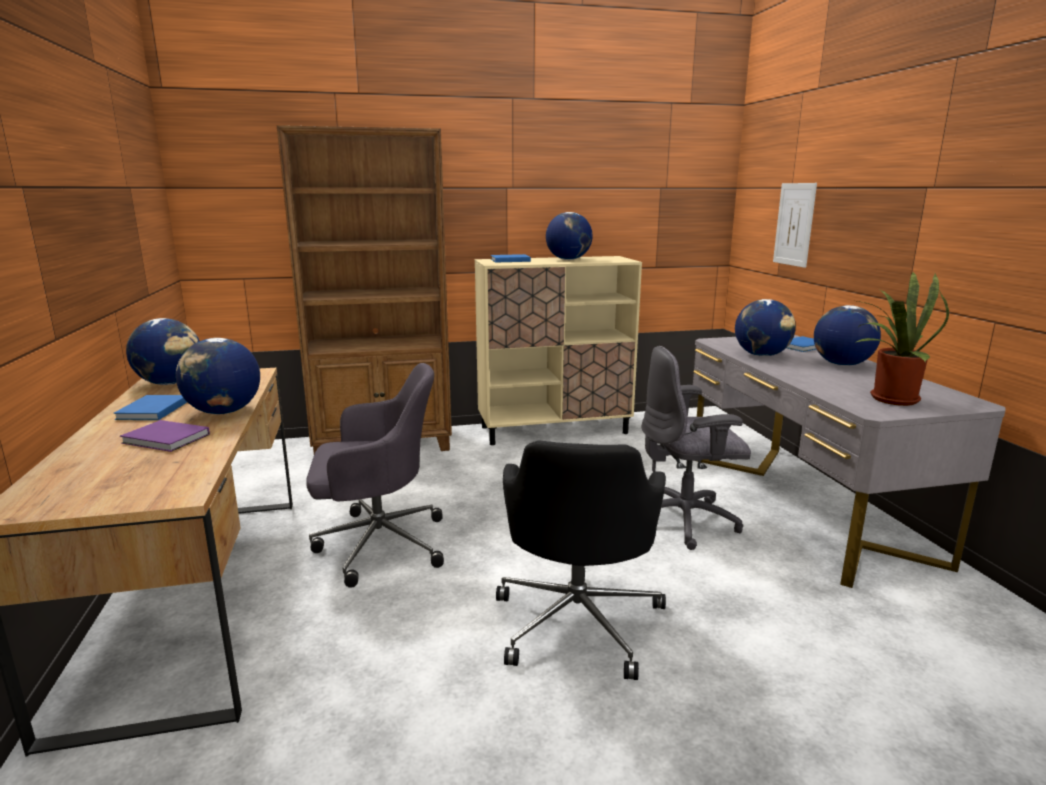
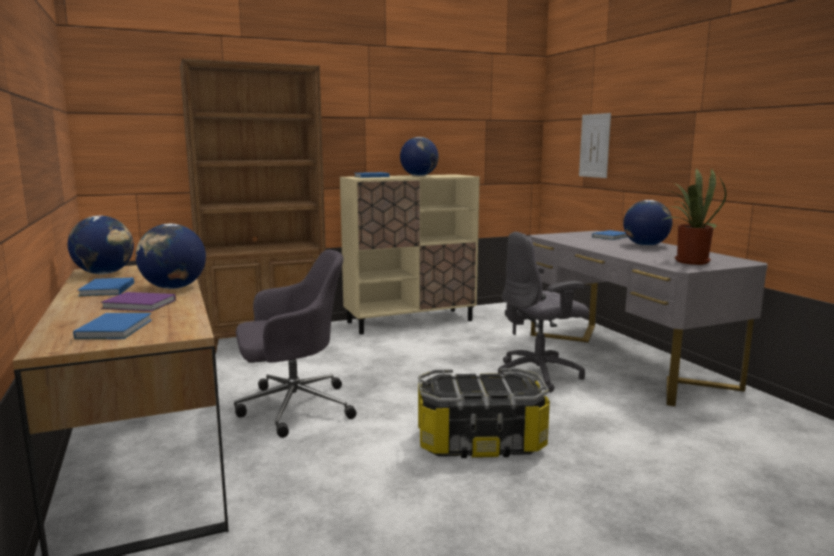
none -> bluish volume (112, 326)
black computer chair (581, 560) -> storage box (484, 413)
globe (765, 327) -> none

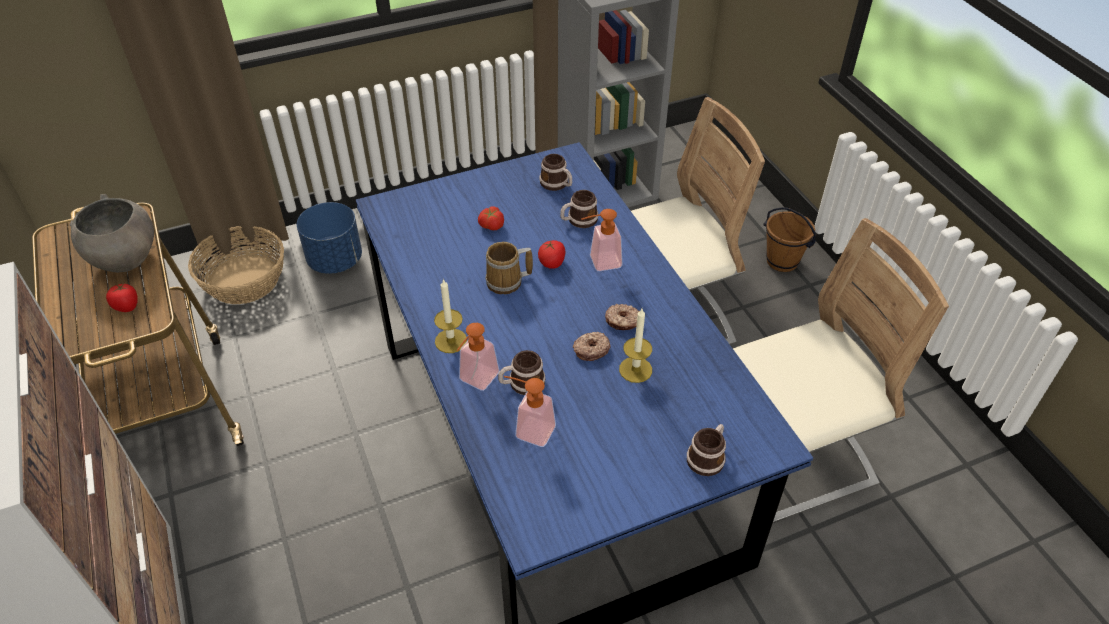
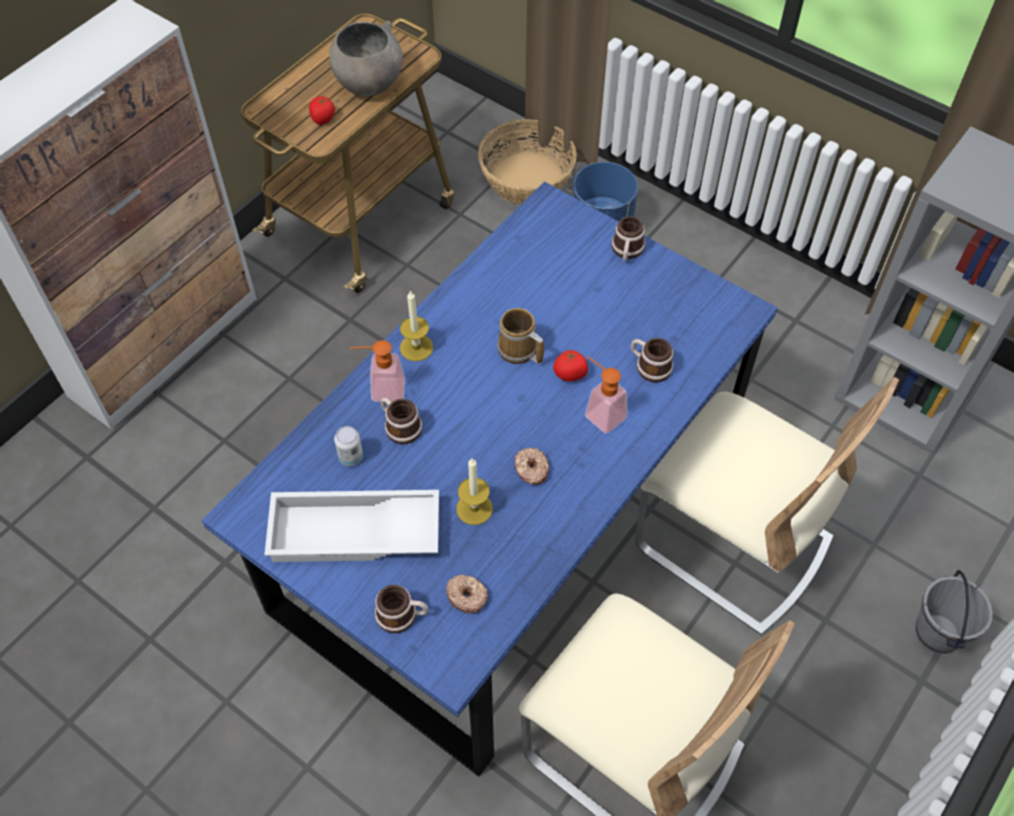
none -> white serving tray (351, 526)
soap dispenser (530, 411) -> can (348, 446)
doughnut (591, 346) -> doughnut (467, 594), relocated
tea mug (555, 172) -> tea mug (628, 238), relocated
brownish water bucket (789, 239) -> greyish water bucket (954, 612)
fresh tomato (491, 218) -> none

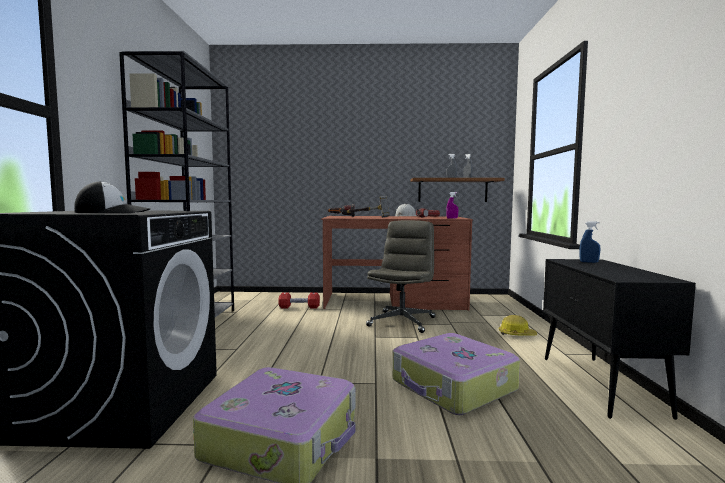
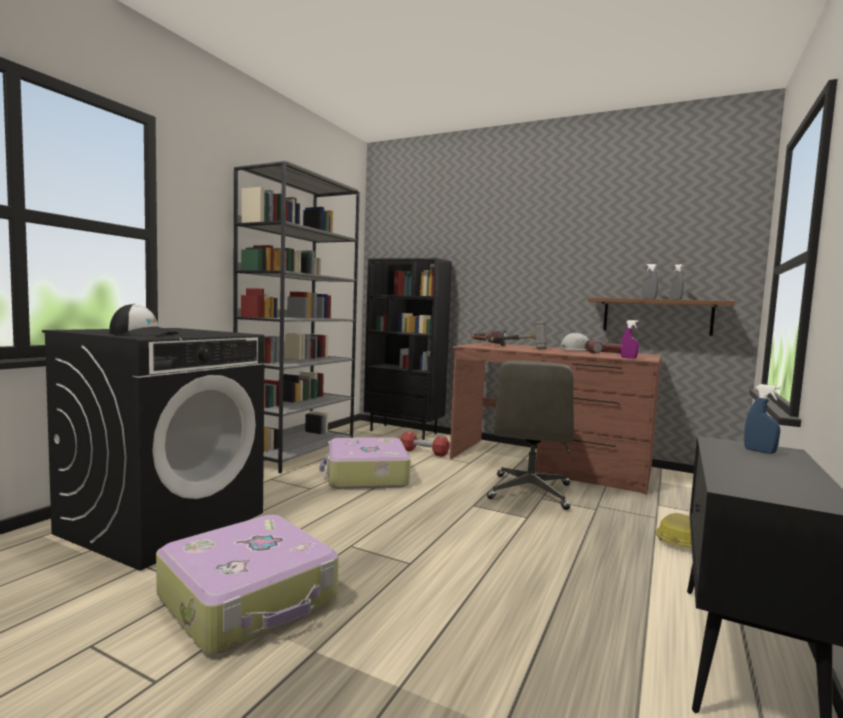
travel case (456, 374) -> travel case (365, 463), relocated
none -> black bookshelf (408, 349)
greyish computer chair (401, 276) -> greyish computer chair (530, 435), 150 degrees clockwise

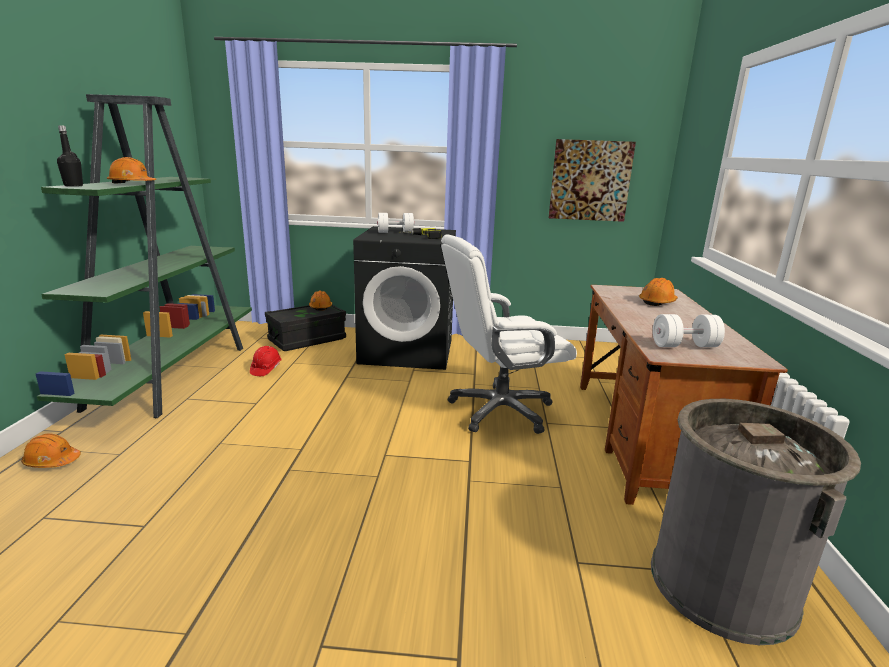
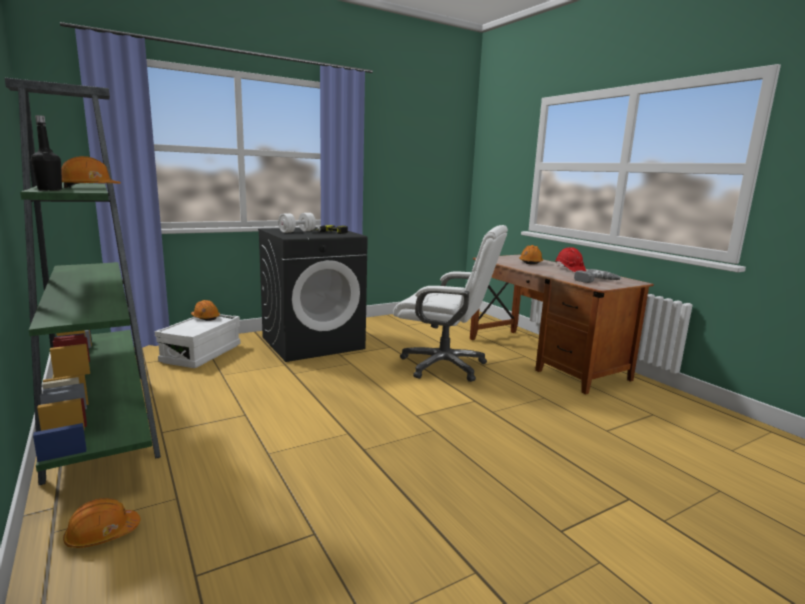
black storage box (305, 328) -> white storage box (197, 341)
white computer chair (509, 334) -> white computer chair (450, 303), 105 degrees counterclockwise
reddish work helmet (266, 361) -> reddish work helmet (570, 259), relocated
white hand weight (689, 330) -> drill (597, 276)
wall art (592, 180) -> none
greyish rubbish bin (756, 522) -> none

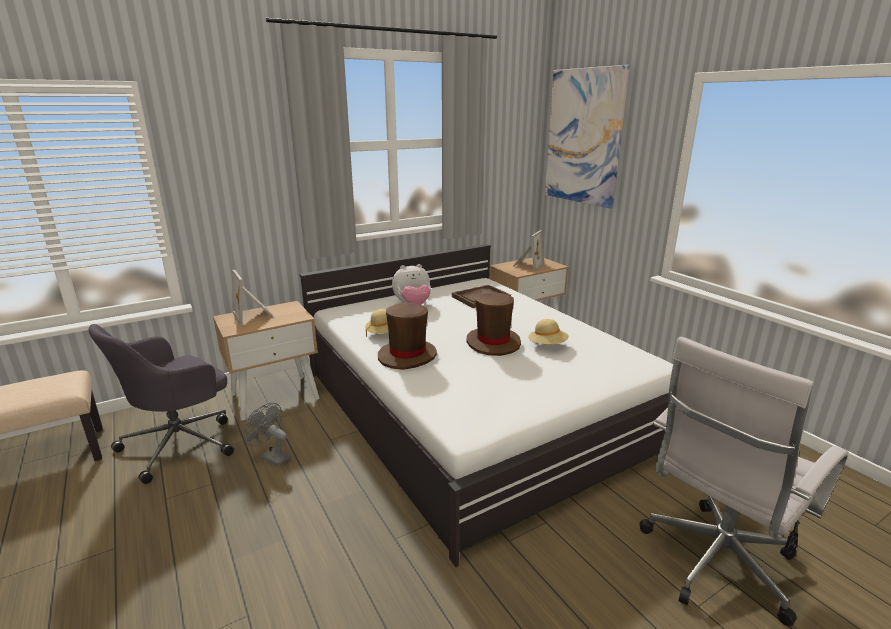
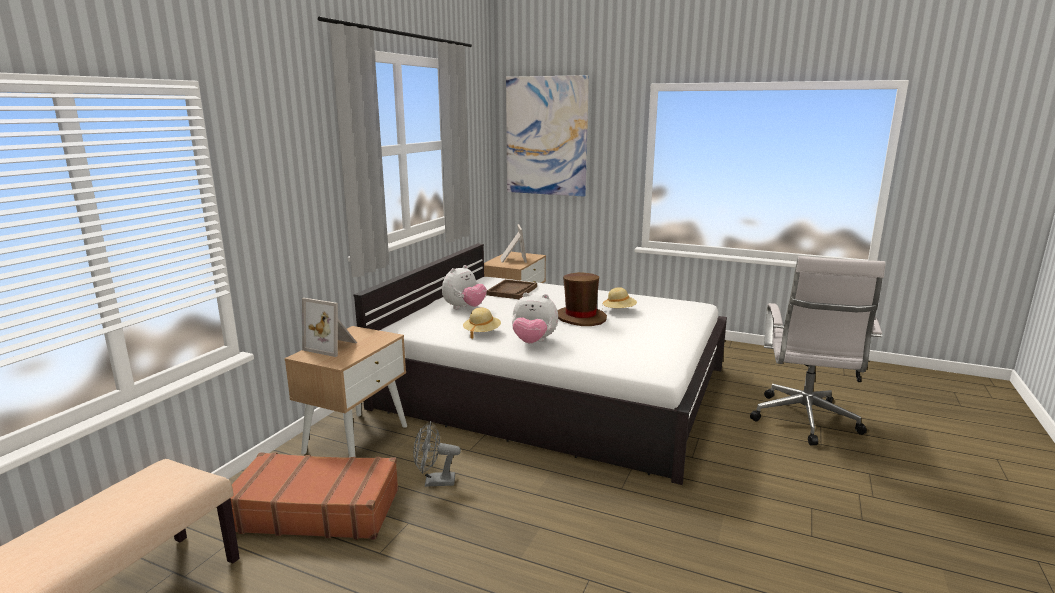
greyish computer chair (161, 404) -> brownish travel case (315, 496)
brownish clothing hat (407, 336) -> soft toy (535, 318)

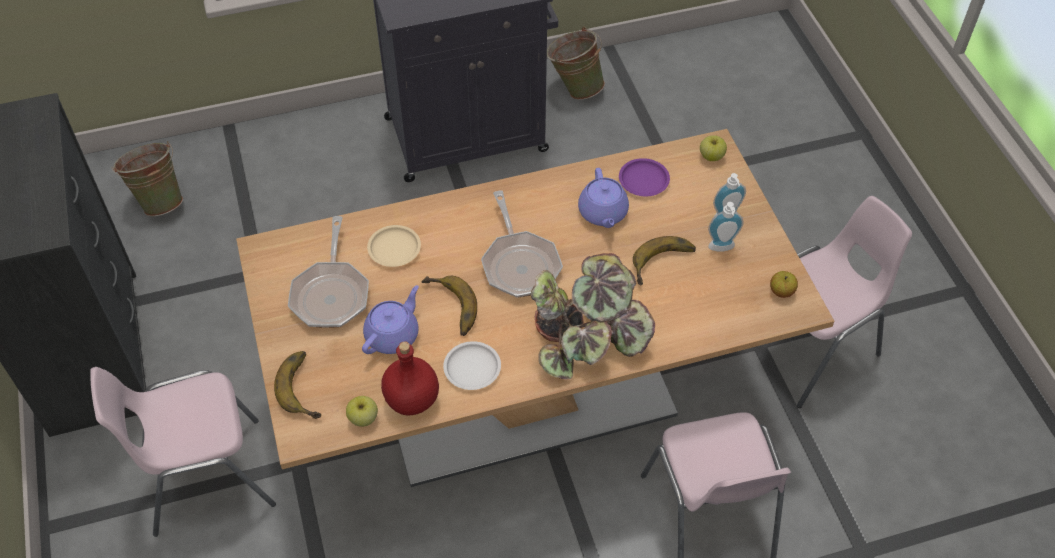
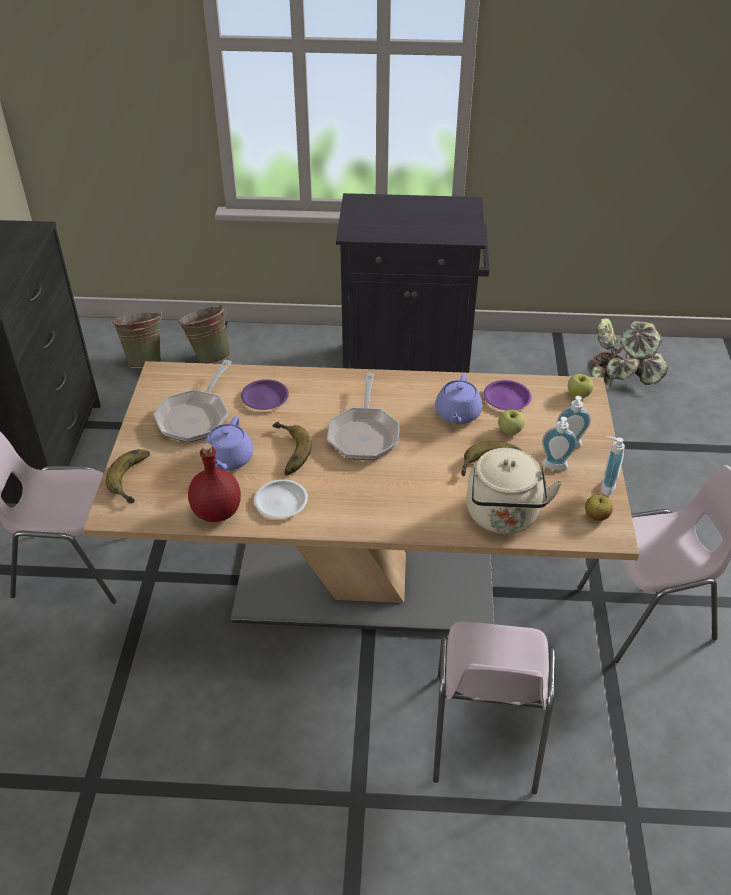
green water bucket (576, 63) -> green water bucket (204, 333), relocated
purple-coloured tea pot (390, 319) -> purple-coloured tea pot (228, 443), 135 degrees clockwise
sand-coloured flat dish (394, 246) -> purple-coloured flat dish (265, 394)
none -> sand-coloured kettle (514, 491)
apple fruit (362, 411) -> apple fruit (511, 422), relocated
plant in a pot (593, 316) -> plant in a pot (629, 353), relocated
none -> soap dispenser (613, 466)

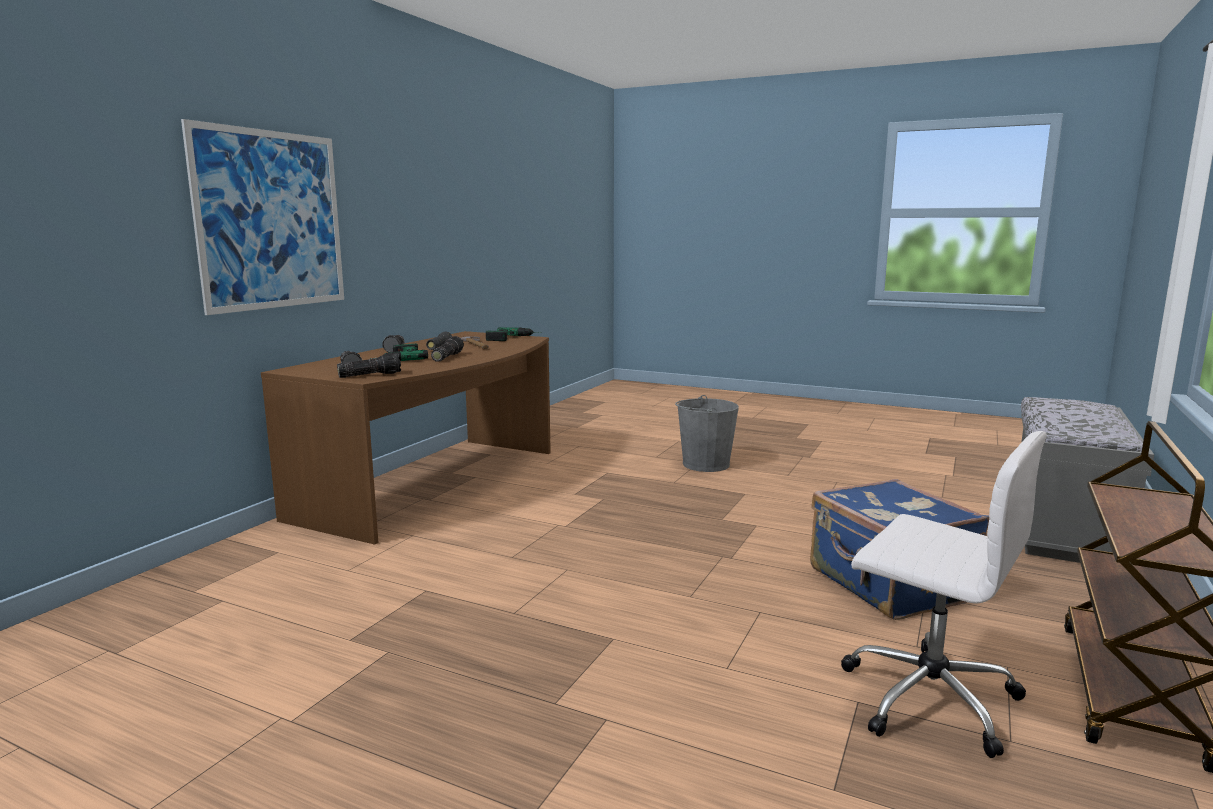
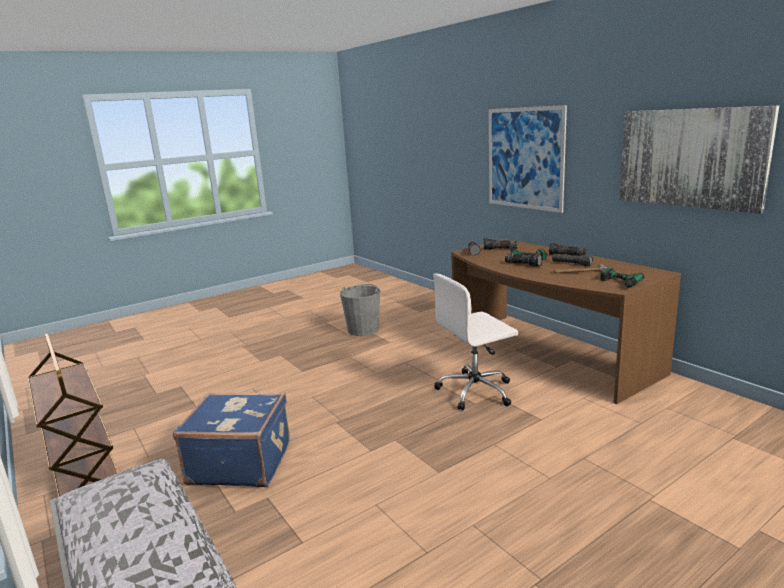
greyish water bucket (707, 433) -> greyish water bucket (360, 310), relocated
white computer chair (944, 594) -> white computer chair (475, 341), relocated
none -> wall art (699, 160)

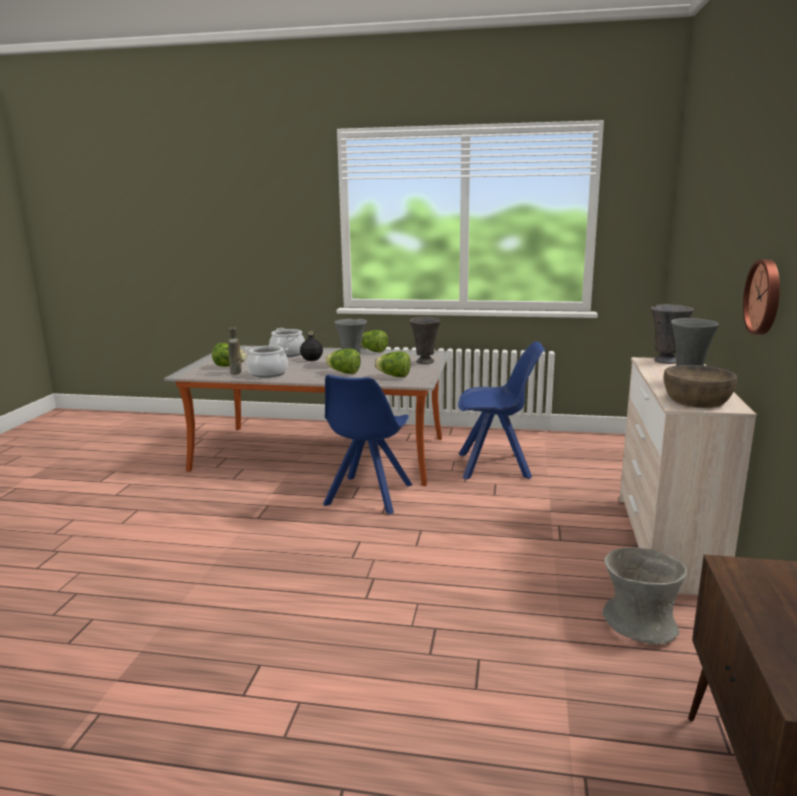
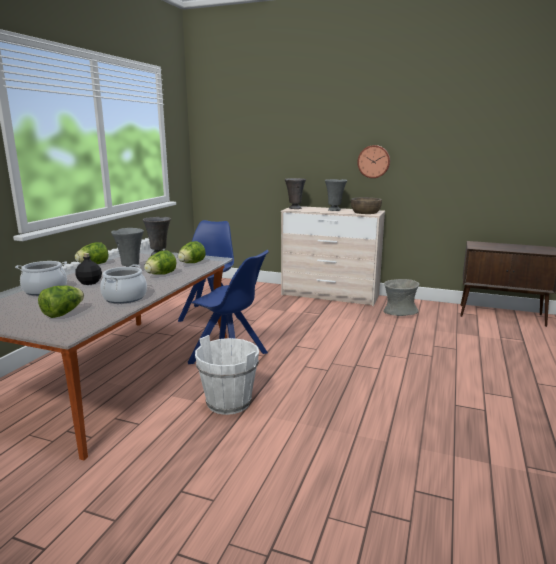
none -> white water bucket (227, 375)
brownish bottle (235, 351) -> none

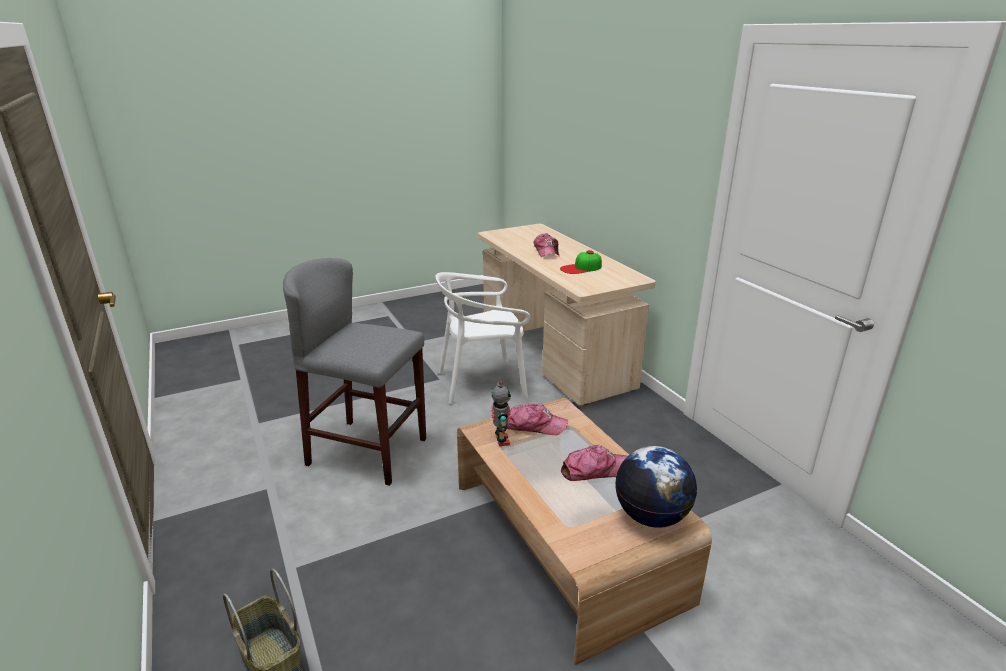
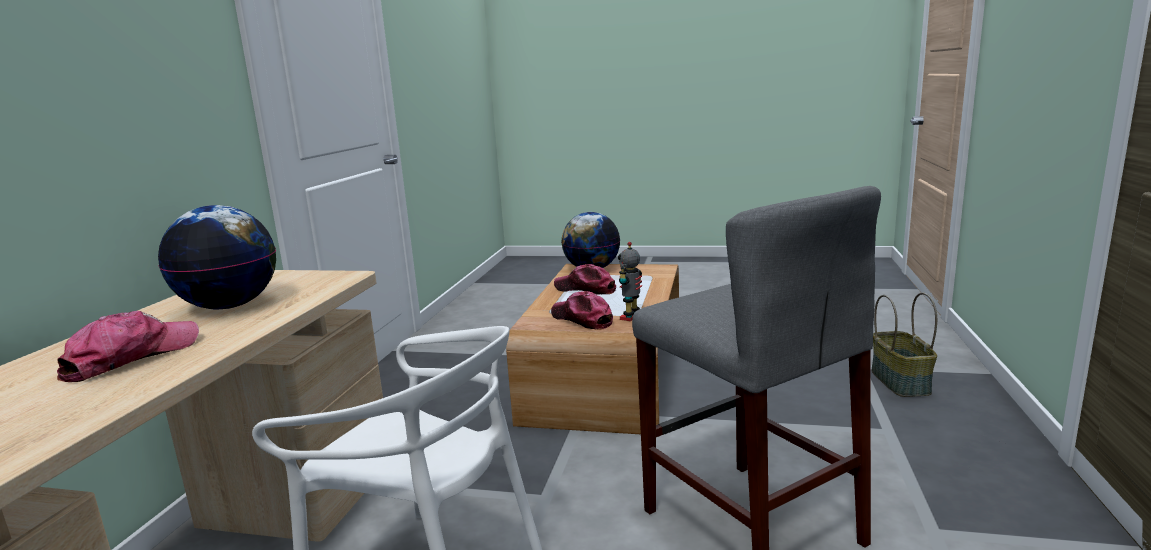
baseball cap (581, 262) -> globe (217, 257)

